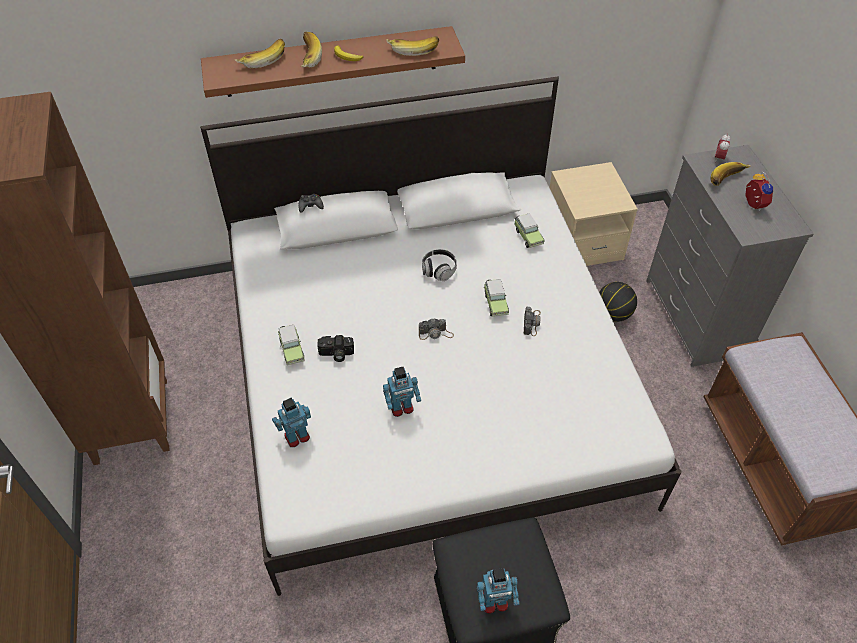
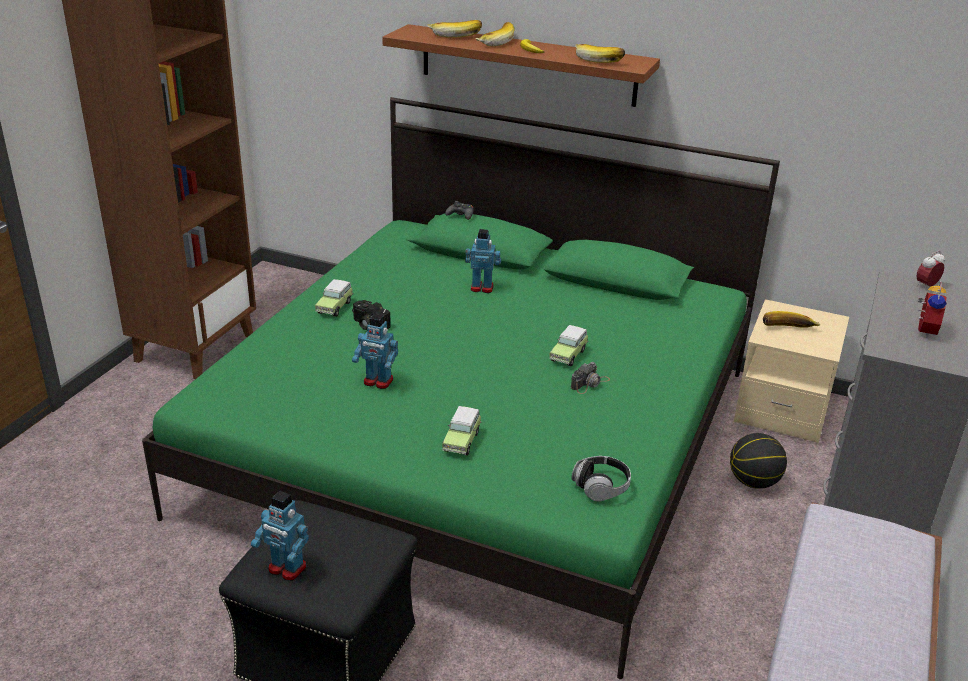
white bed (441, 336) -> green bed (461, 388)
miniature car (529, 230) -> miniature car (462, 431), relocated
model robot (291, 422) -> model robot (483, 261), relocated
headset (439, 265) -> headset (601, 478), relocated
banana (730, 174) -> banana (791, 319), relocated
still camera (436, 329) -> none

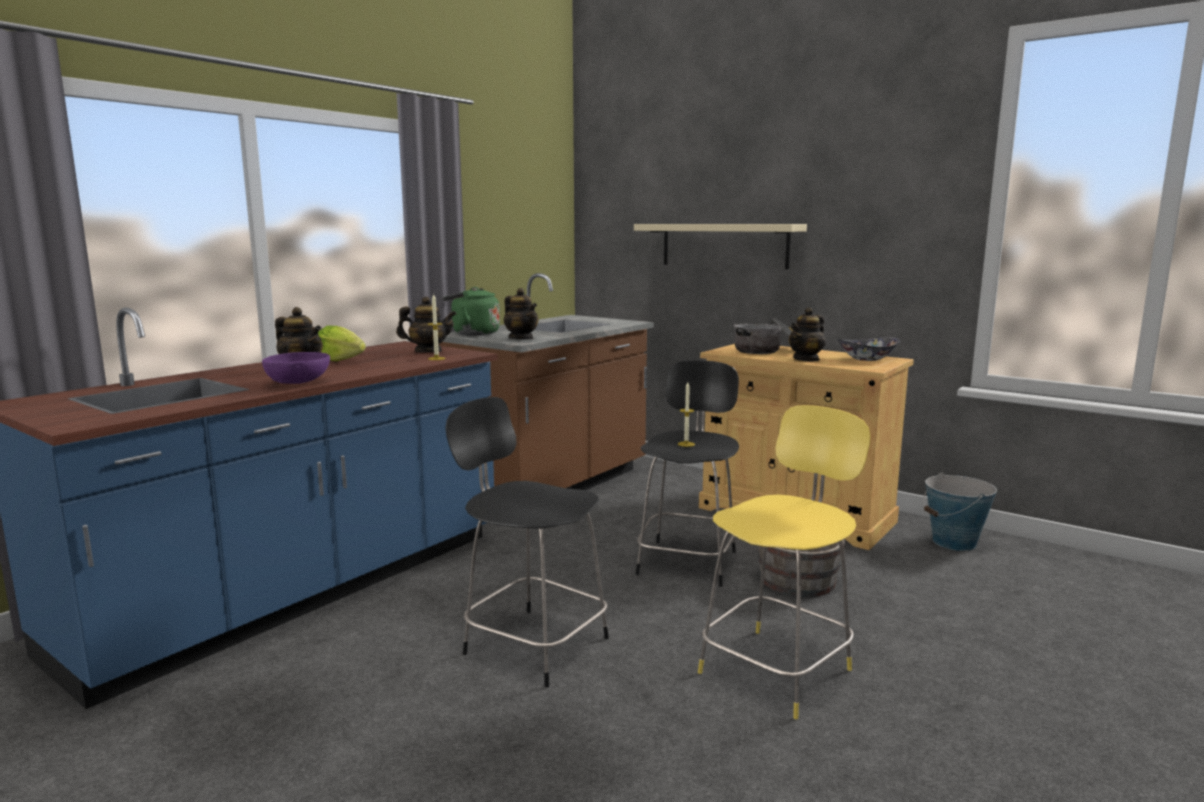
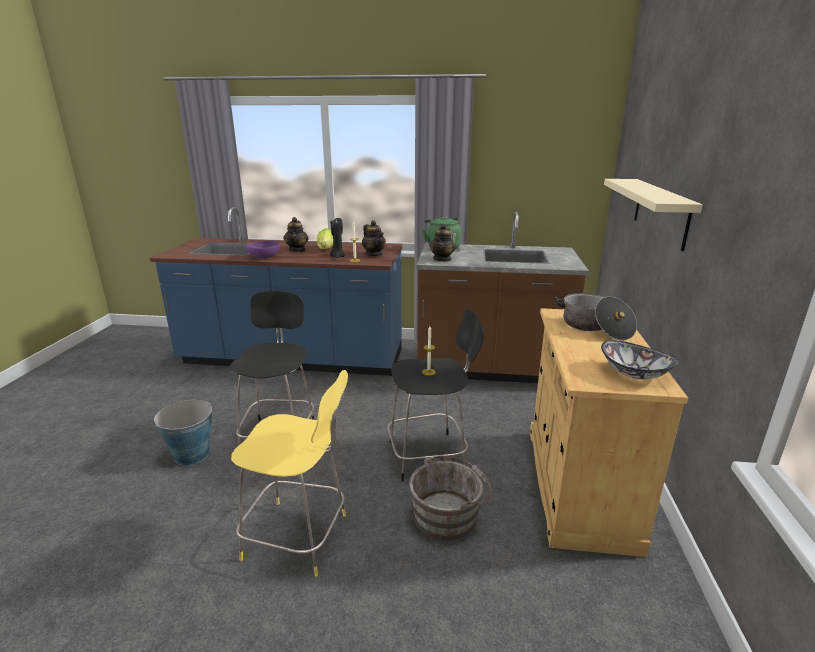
water bucket (960, 512) -> water bucket (183, 433), relocated
none -> black wax candle (337, 238)
tea pot (807, 334) -> none

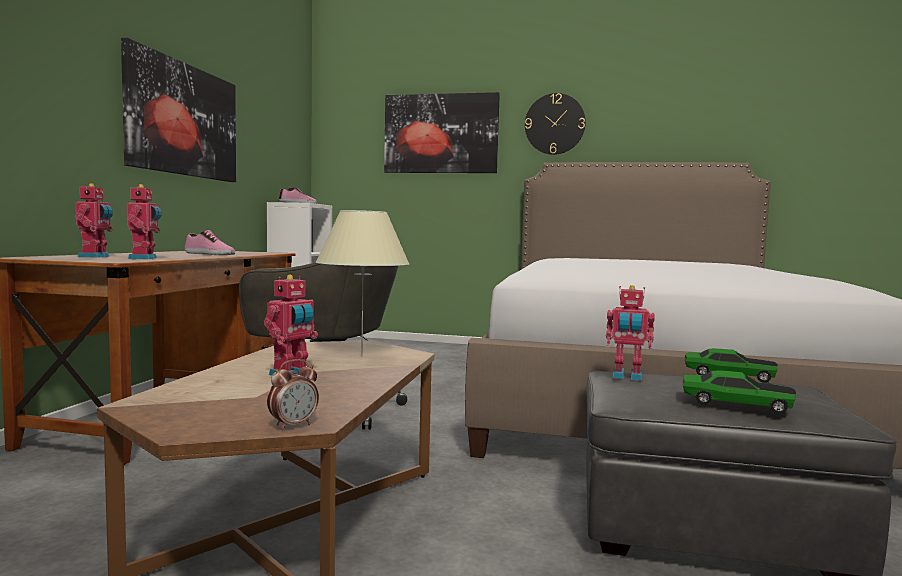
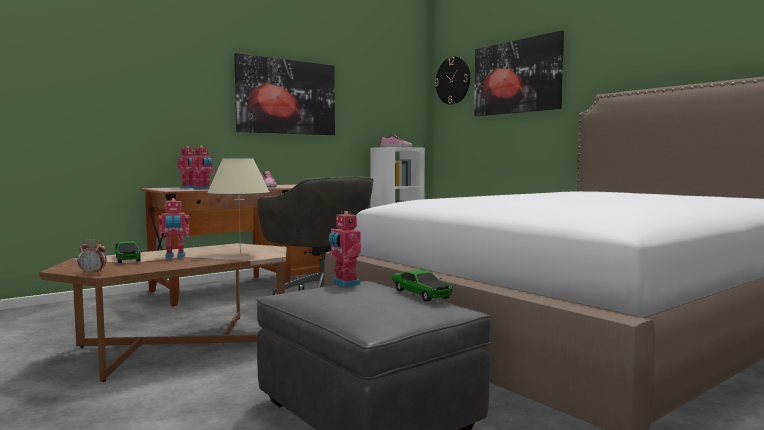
miniature car (739, 392) -> miniature car (127, 252), relocated
clock on the wall (555, 124) -> clock on the wall (452, 80), relocated

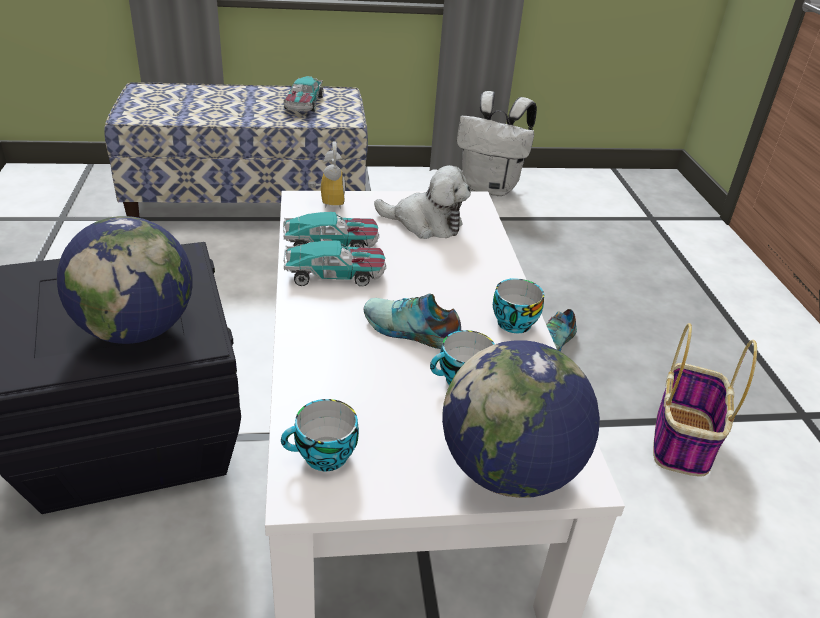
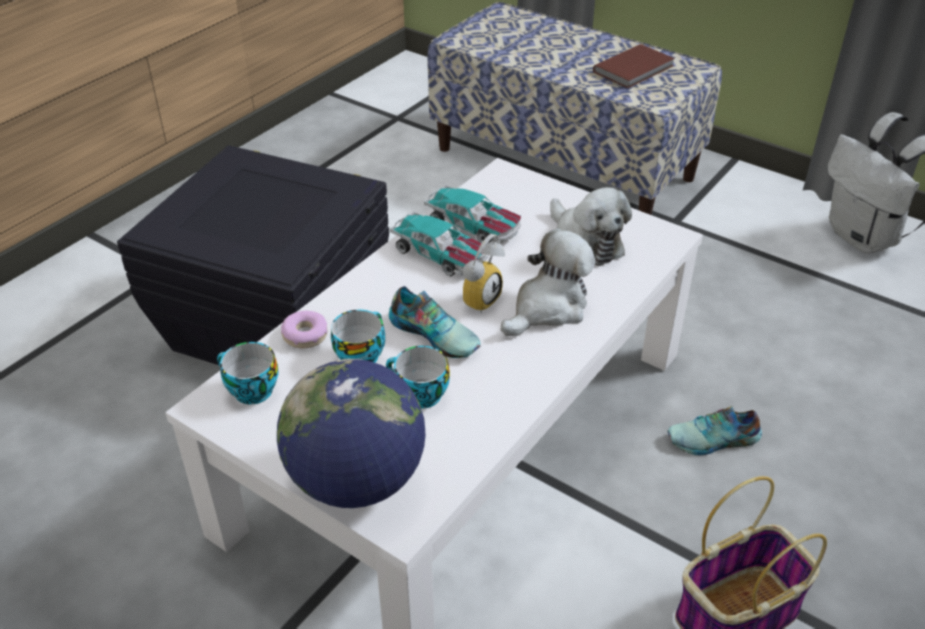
none -> doughnut (304, 329)
small cup (518, 305) -> small cup (358, 336), relocated
item of footwear (412, 321) -> item of footwear (435, 322), 150 degrees clockwise
alarm clock (327, 175) -> alarm clock (479, 273), relocated
none -> soft toy (548, 282)
miniature car (304, 94) -> brownish volume (634, 66)
globe (125, 280) -> none

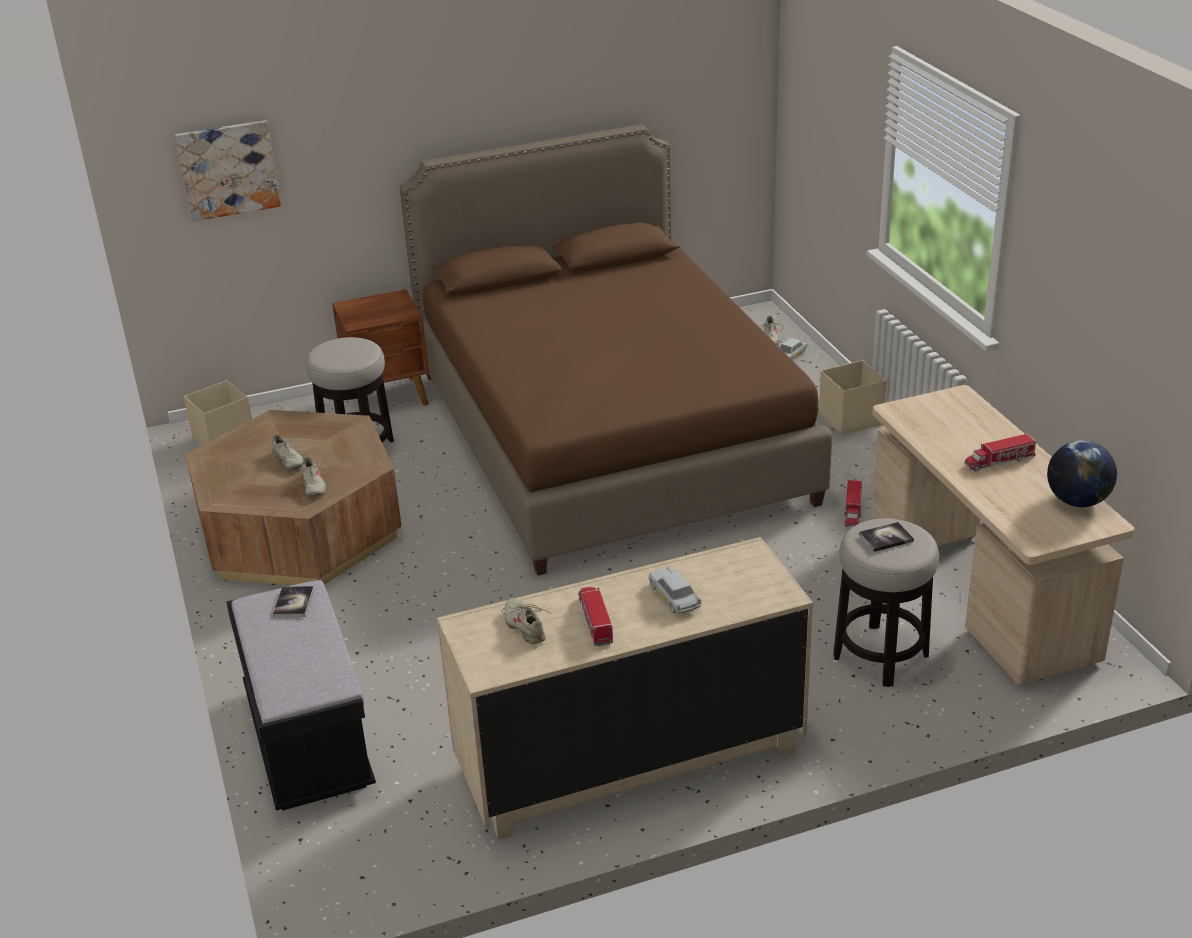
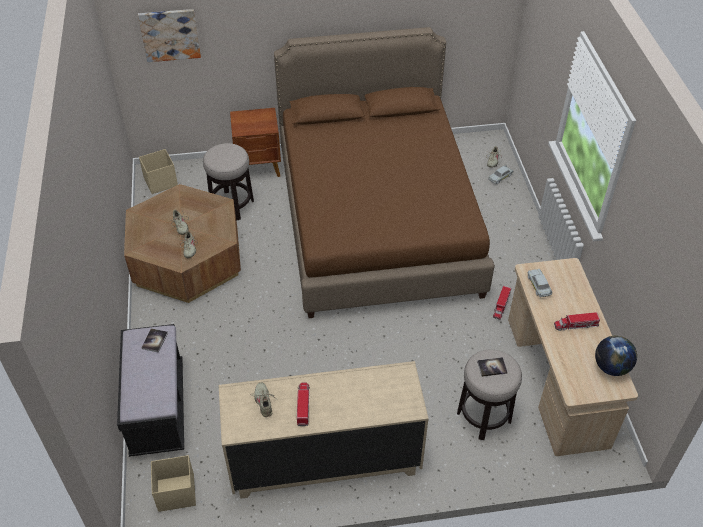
sand-coloured storage box (853, 397) -> sand-coloured storage box (173, 483), relocated
white miniature car (674, 590) -> white miniature car (539, 283), relocated

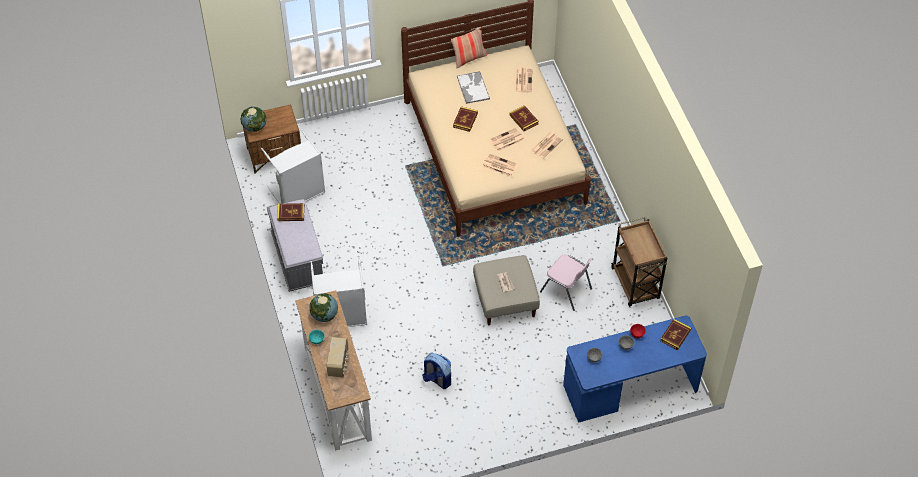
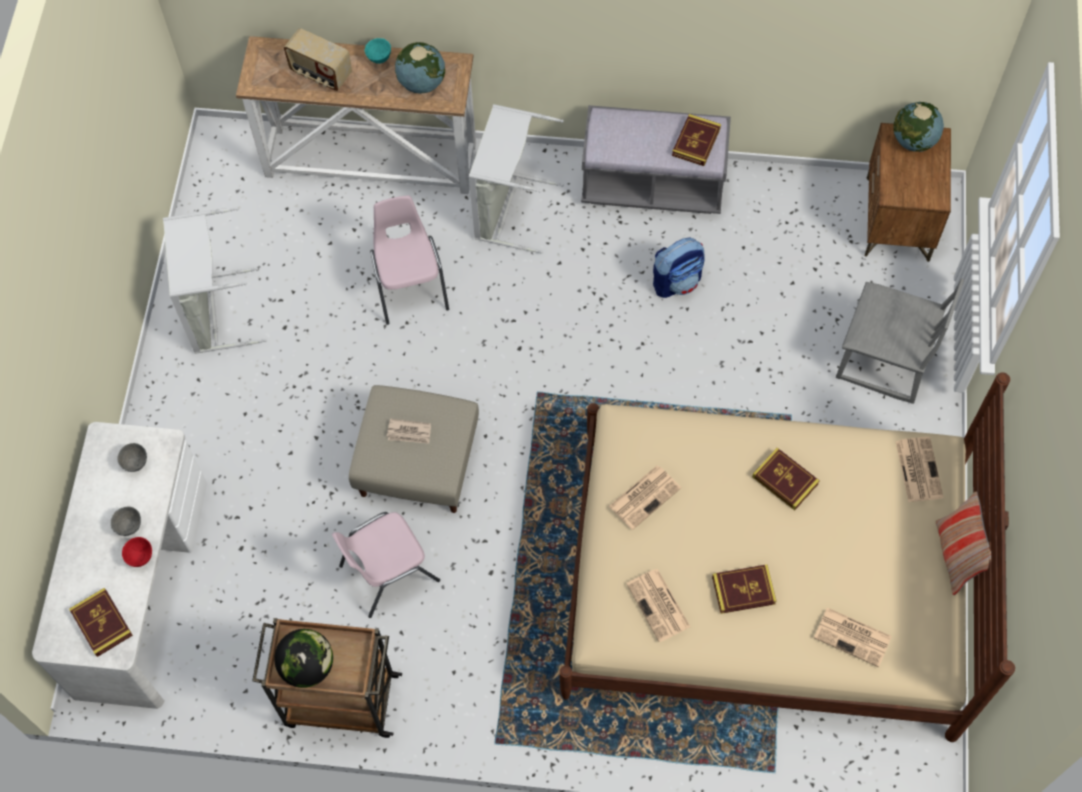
bluish desk (635, 369) -> white desk (119, 565)
greyish laundry basket (293, 166) -> greyish laundry basket (215, 280), relocated
none -> globe (303, 658)
none -> pinkish chair (409, 260)
backpack (436, 371) -> backpack (678, 267), relocated
none -> greyish chair (900, 341)
daily paper (507, 139) -> daily paper (920, 469), relocated
serving tray (473, 87) -> none

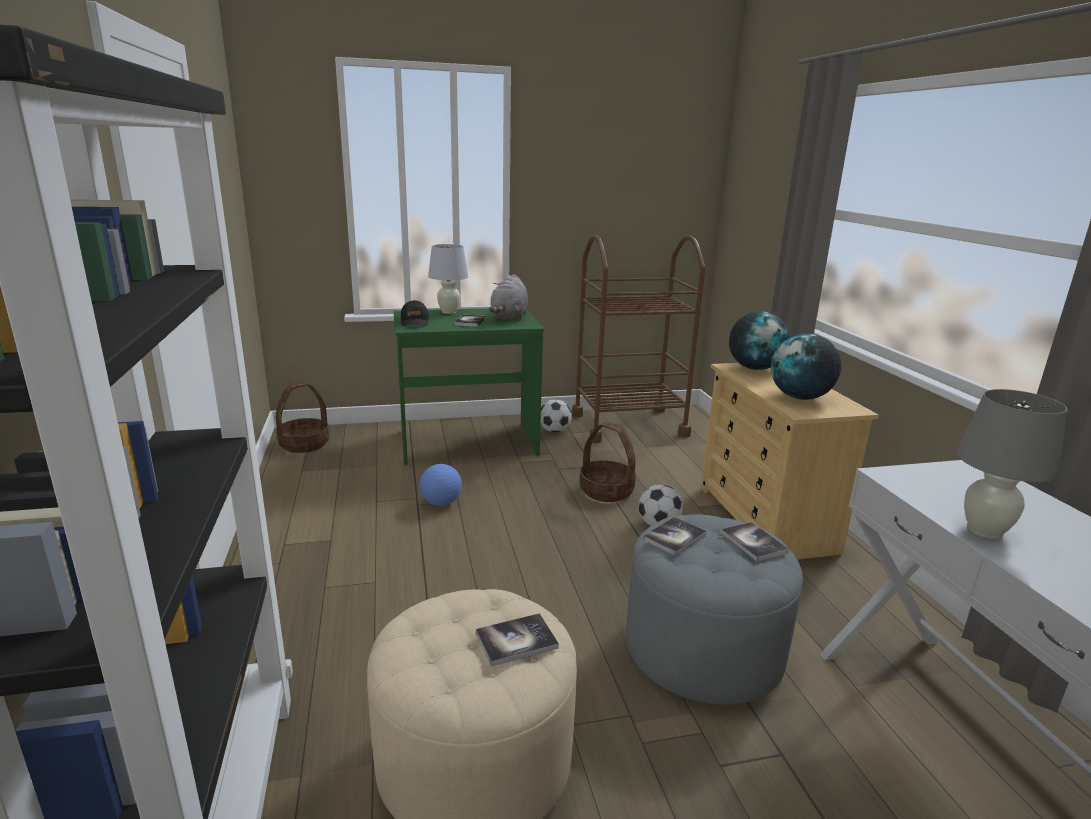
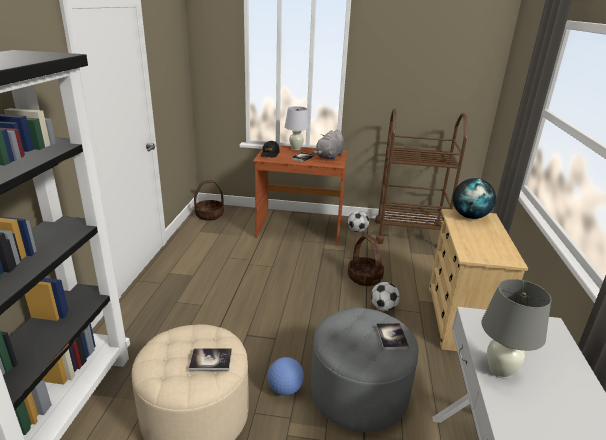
green desk (468, 387) -> brownish desk (300, 195)
football (441, 485) -> football (286, 376), relocated
volume (675, 536) -> none
globe (806, 366) -> none

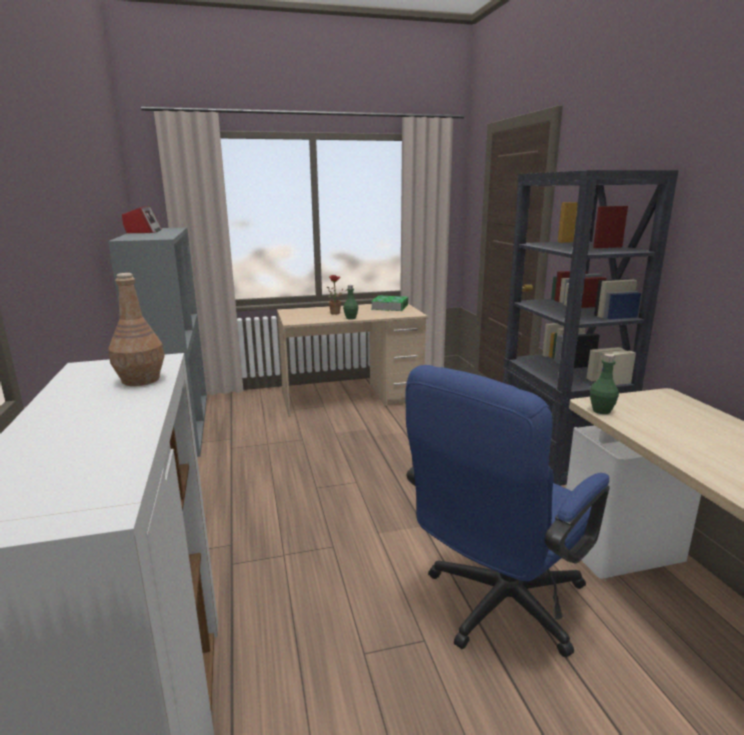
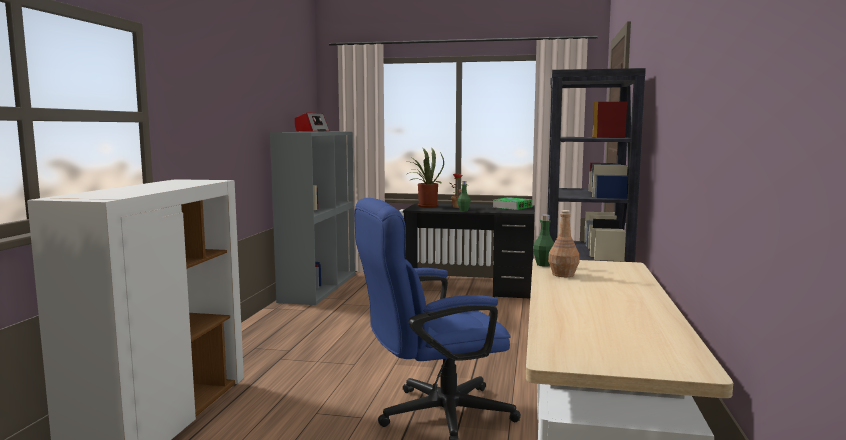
sand-coloured desk (352, 360) -> black desk (469, 250)
none -> plant in a pot (425, 178)
brownish bottle (136, 329) -> brownish bottle (563, 243), relocated

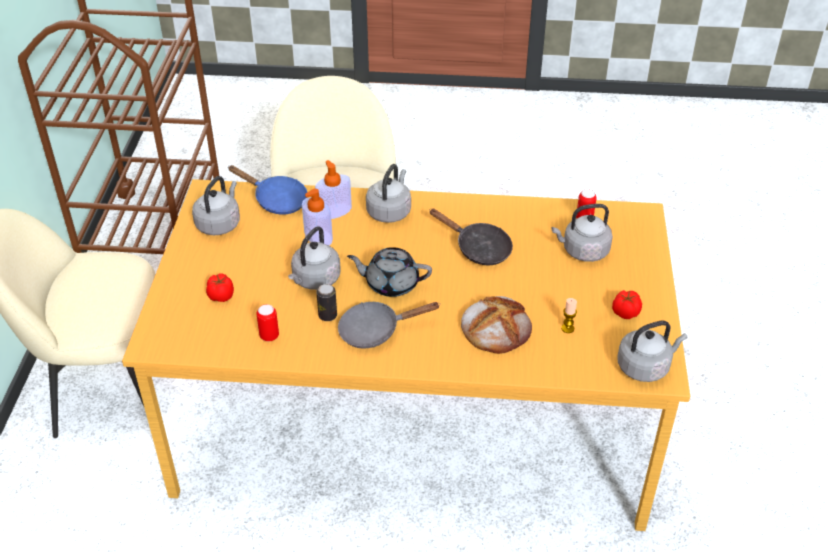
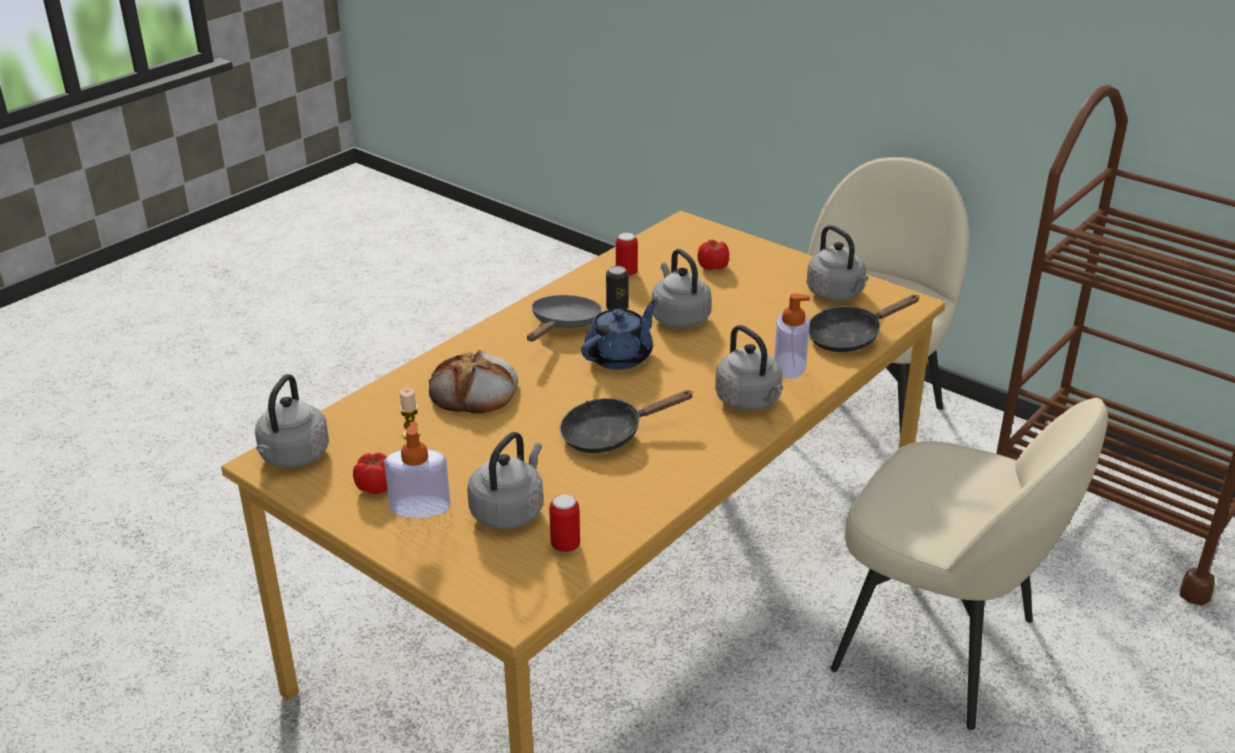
soap dispenser (317, 217) -> soap dispenser (417, 469), relocated
greyish tea pot (389, 272) -> bluish tea pot (619, 335)
bluish skillet (268, 189) -> black skillet (864, 323)

